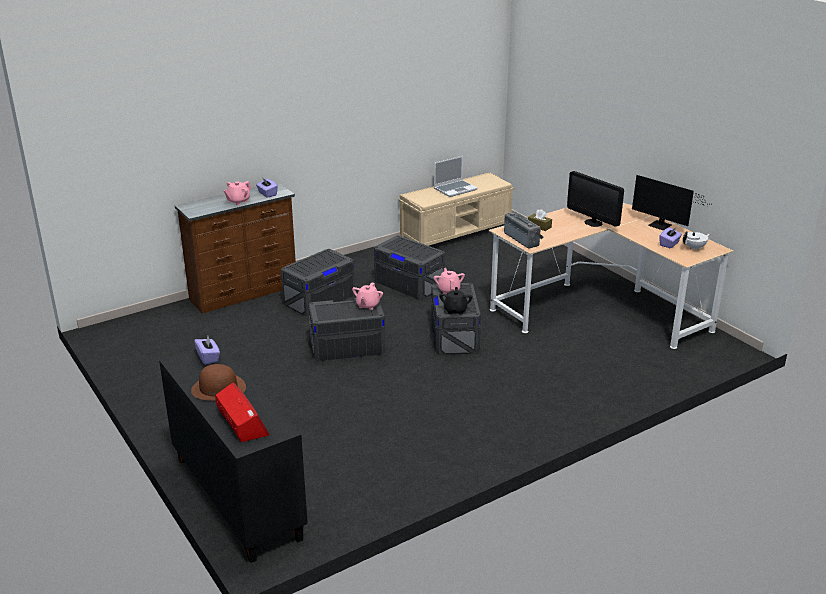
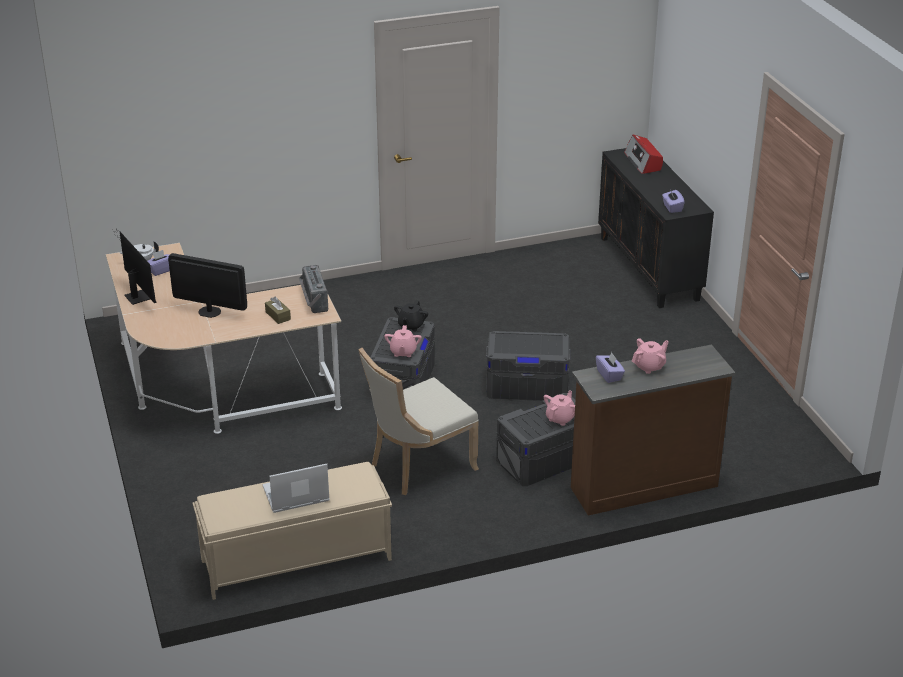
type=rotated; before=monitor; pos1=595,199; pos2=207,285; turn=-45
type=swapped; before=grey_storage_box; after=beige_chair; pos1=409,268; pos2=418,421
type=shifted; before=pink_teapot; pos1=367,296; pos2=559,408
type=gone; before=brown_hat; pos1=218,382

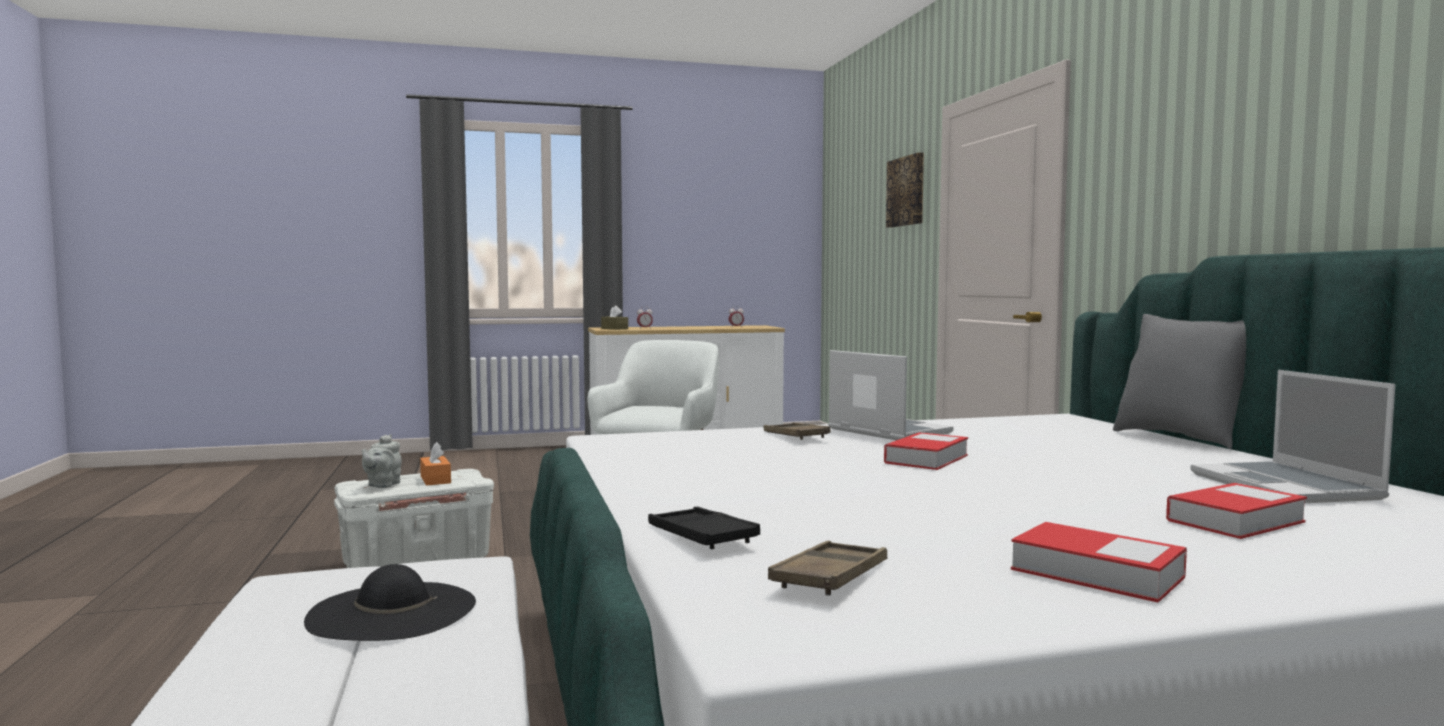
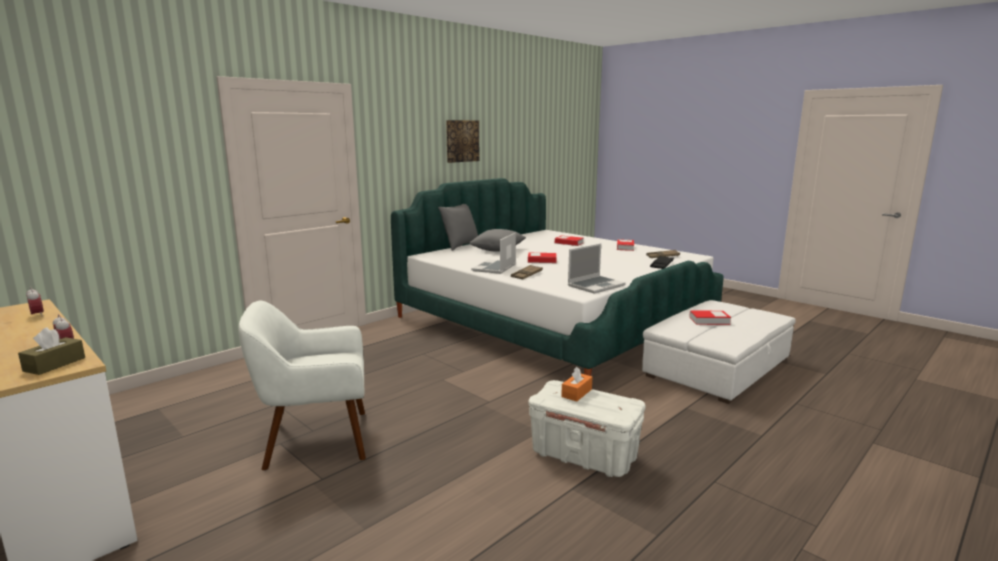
type=shifted; before=picture; pos1=905,190; pos2=462,141
type=new; after=grey_pillow; pos2=497,240
type=shifted; before=laptop; pos1=1293,436; pos2=597,269
type=swapped; before=black_hat; after=book; pos1=390,602; pos2=710,318
type=gone; before=grey_teapot; pos1=382,461

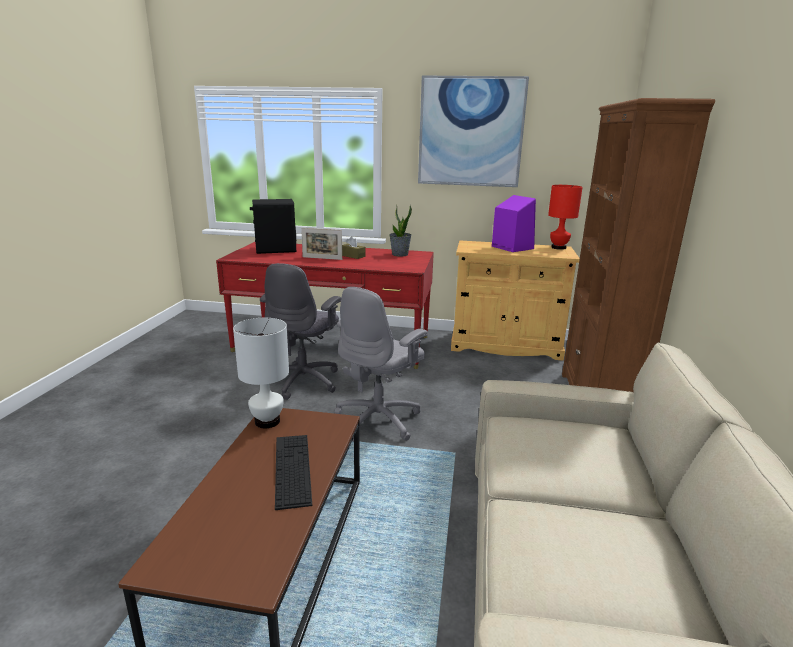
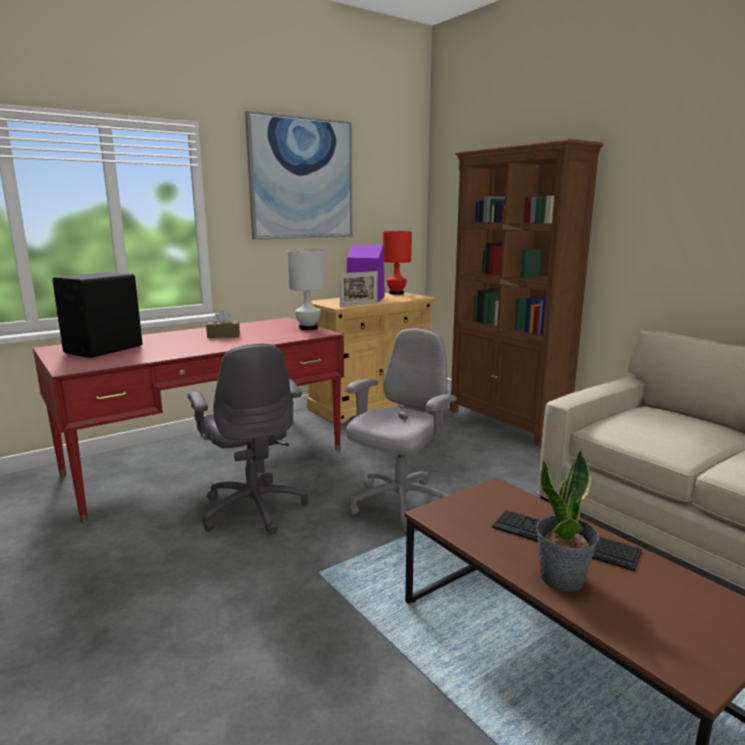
type=shifted; before=white_table_lamp; pos1=261,373; pos2=306,289
type=shifted; before=picture_frame; pos1=321,244; pos2=358,289
type=rotated; before=grey_office_chair; pos1=381,364; pos2=401,430; turn=-135
type=shifted; before=potted_plant; pos1=400,231; pos2=568,520

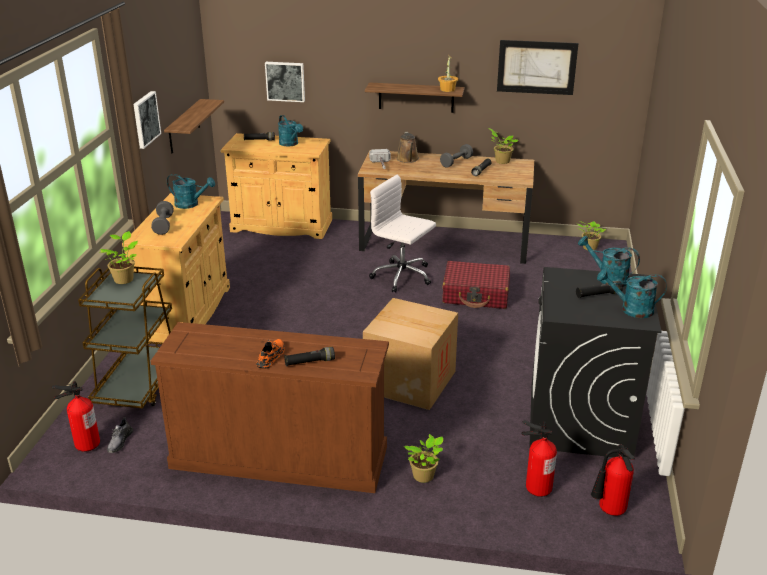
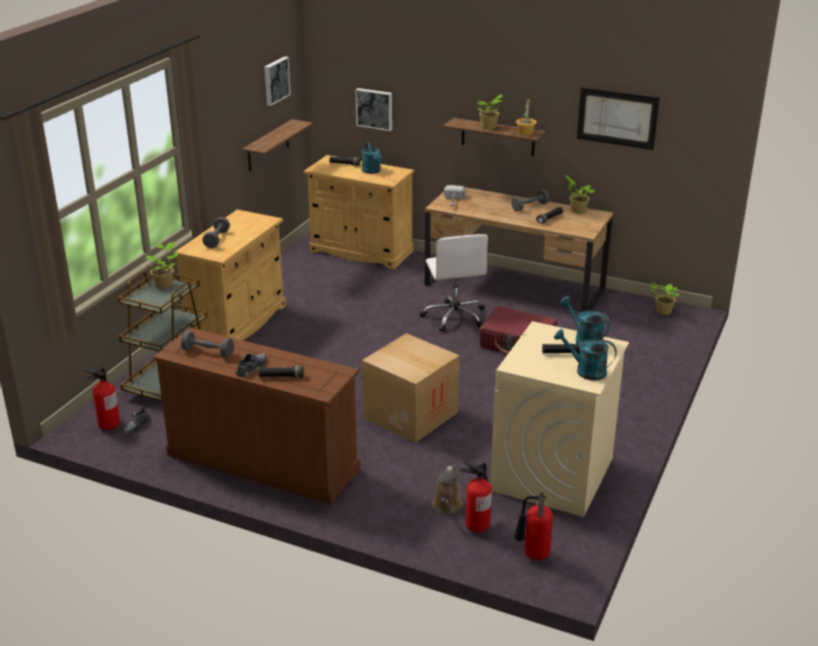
type=new; after=grey_dumbbell; pos2=207,344
type=repainted; before=orange_shoe; after=grey_shoe; pos1=270,354; pos2=251,365
type=shifted; before=picture; pos1=147,120; pos2=277,81
type=rotated; before=white_office_chair; pos1=402,234; pos2=454,283; turn=-150
type=shifted; before=brown_watering_can; pos1=407,147; pos2=447,489
type=shifted; before=potted_plant; pos1=423,458; pos2=490,111
type=repainted; before=black_washing_machine; after=beige_washing_machine; pos1=595,363; pos2=559,419
type=gone; before=turquoise_watering_can; pos1=191,191

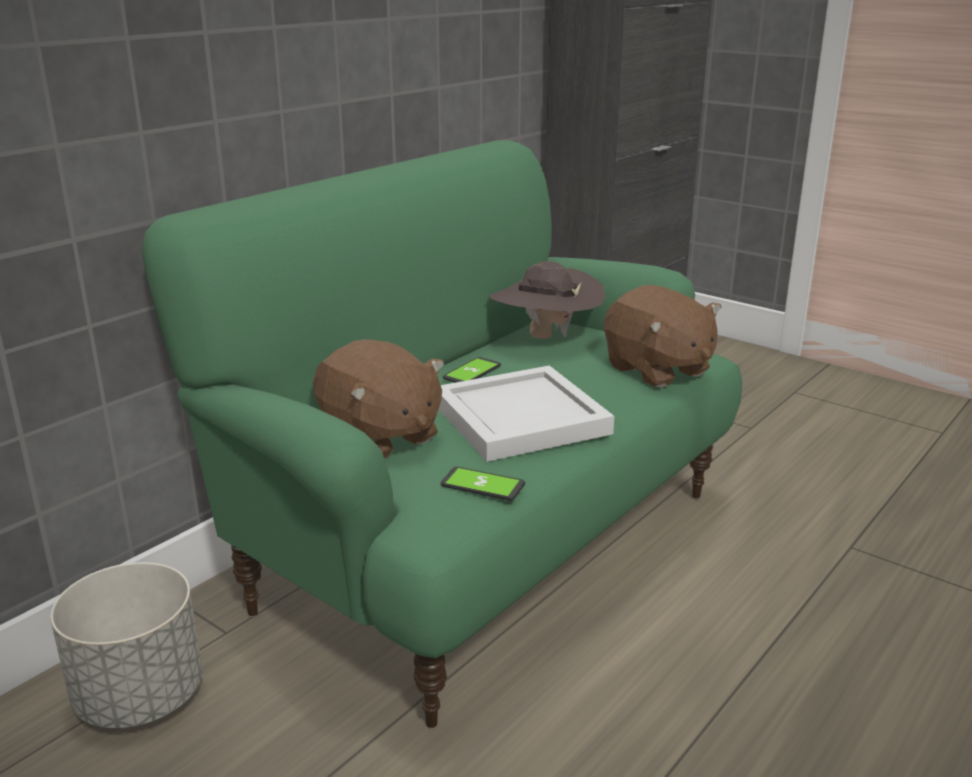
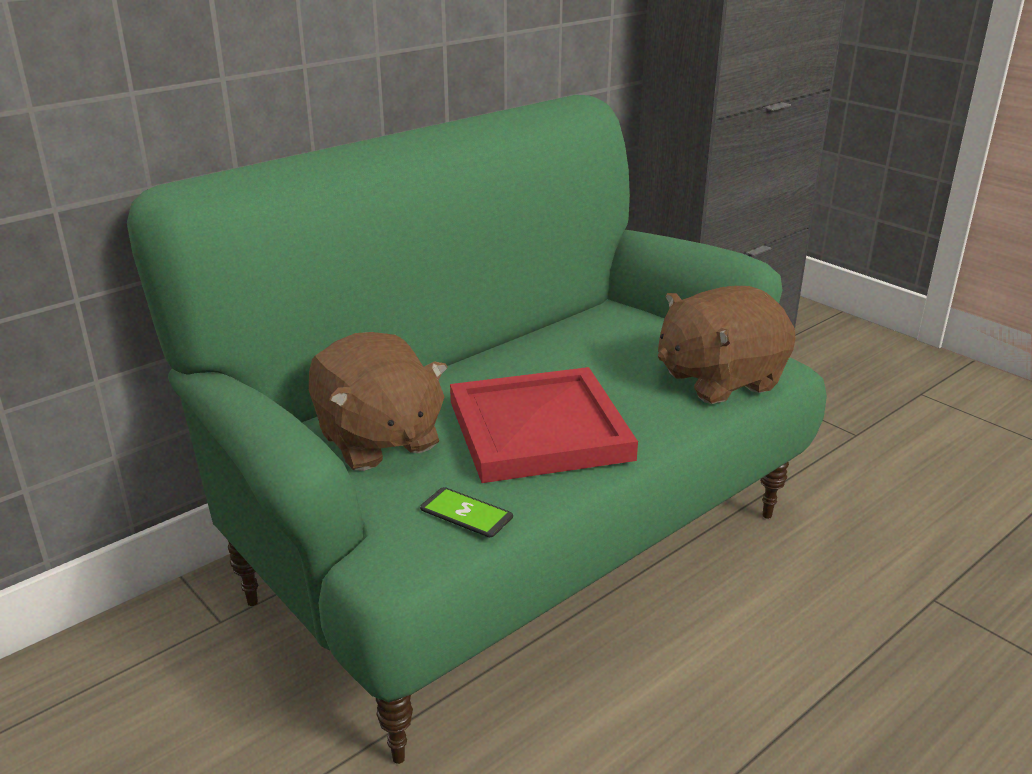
type=repainted; before=white_tray; after=red_tray; pos1=526,414; pos2=544,425
type=rotated; before=brown_plush_toy; pos1=662,336; pos2=727,345; turn=90
type=gone; before=grey_planter; pos1=126,645
type=gone; before=phone; pos1=472,370
type=gone; before=brown_hat; pos1=547,300

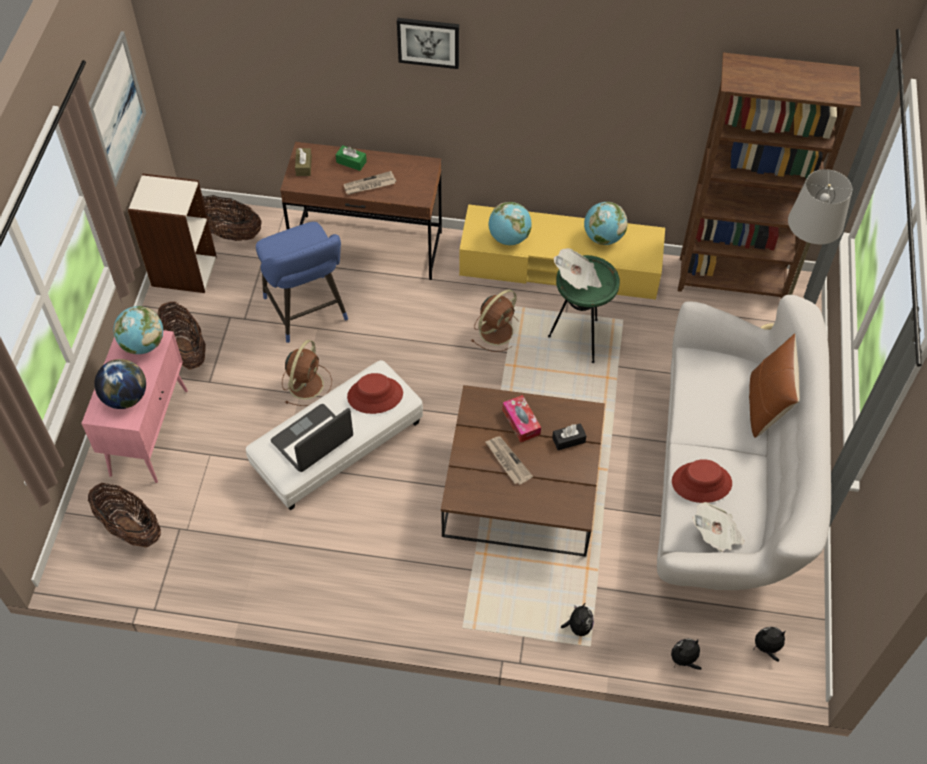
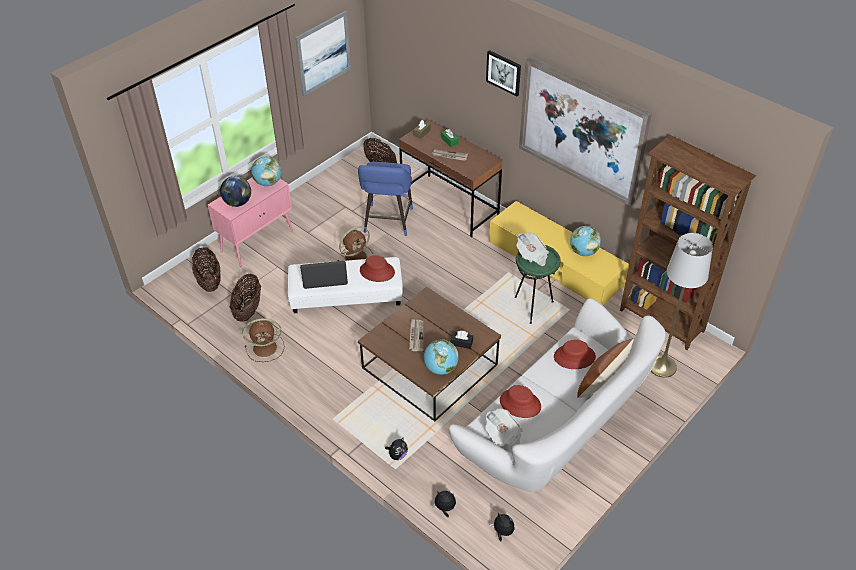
type=shifted; before=basket; pos1=182,336; pos2=245,298
type=shifted; before=brown_fan; pos1=495,321; pos2=263,340
type=shifted; before=globe; pos1=510,223; pos2=441,357
type=new; after=picture; pos2=585,131
type=new; after=red_hat; pos2=575,354
type=gone; before=bookcase; pos1=172,233
type=gone; before=tissue_box; pos1=521,419

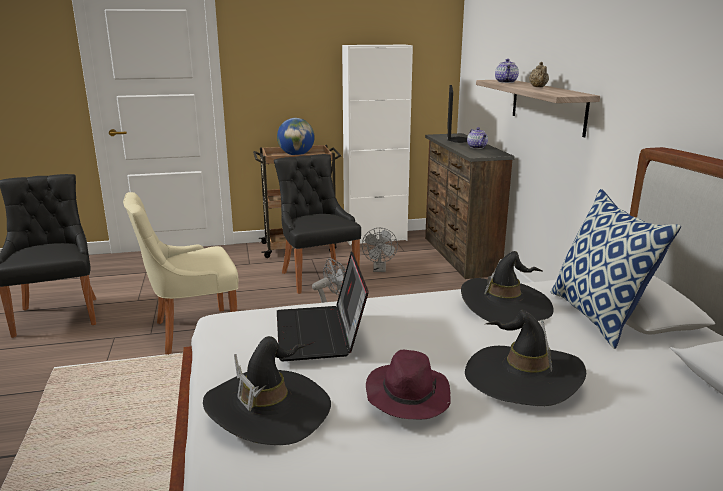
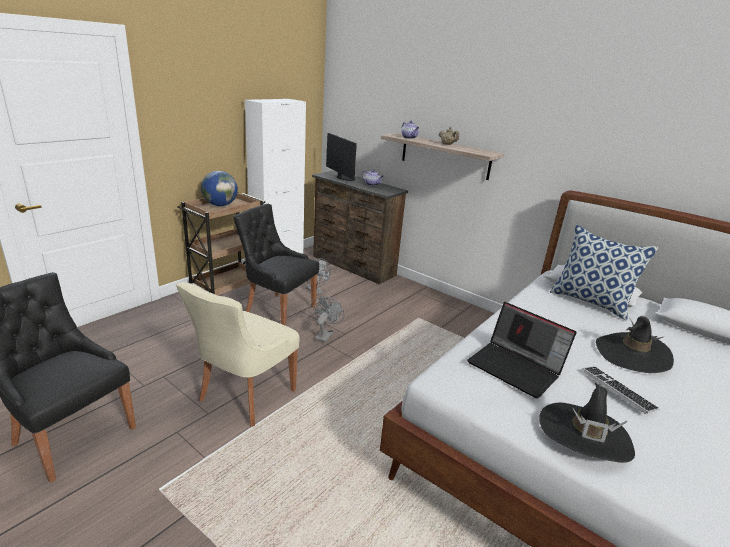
type=swapped; before=purple_hat; after=keyboard; pos1=408,384; pos2=621,390
type=gone; before=black_hat; pos1=507,287

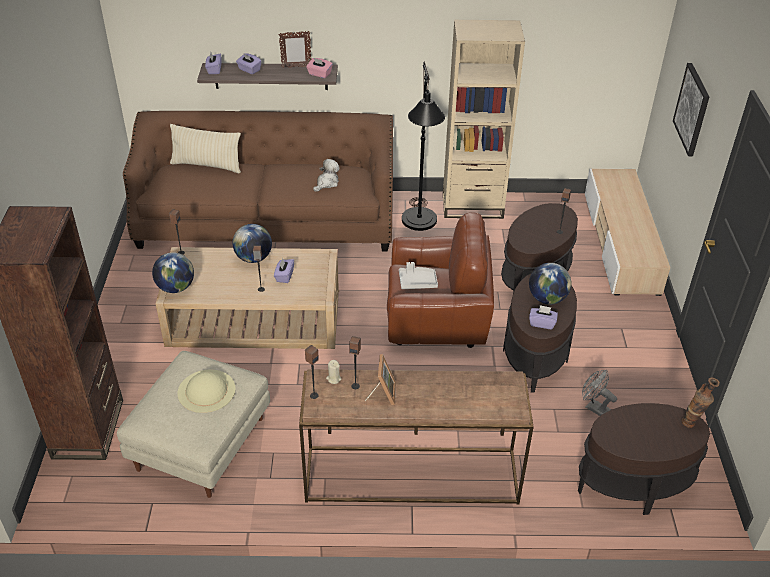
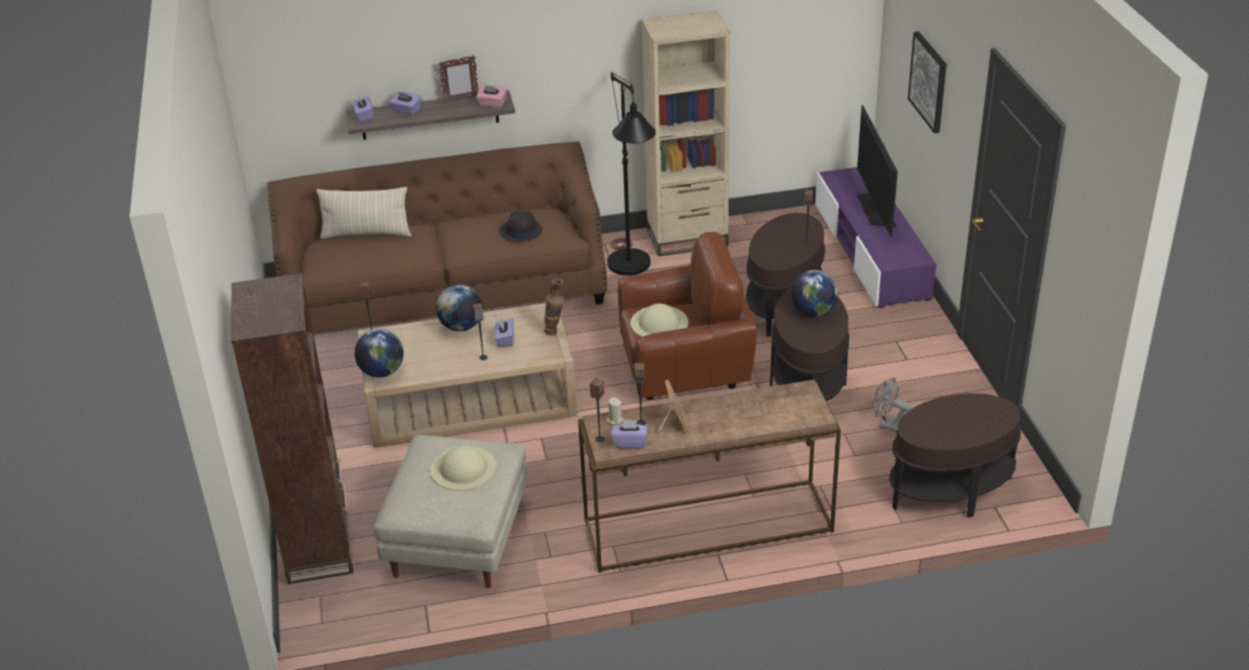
type=swapped; before=plush_toy; after=black_hat; pos1=326,175; pos2=521,226
type=shifted; before=vase; pos1=701,403; pos2=554,307
type=shifted; before=purple_tissue_box; pos1=543,317; pos2=629,434
type=swapped; before=grey_tray; after=beige_hat; pos1=418,275; pos2=659,320
type=repainted; before=beige_tv_stand; after=purple_tv_stand; pos1=627,232; pos2=875,237
type=new; after=television; pos2=877,171

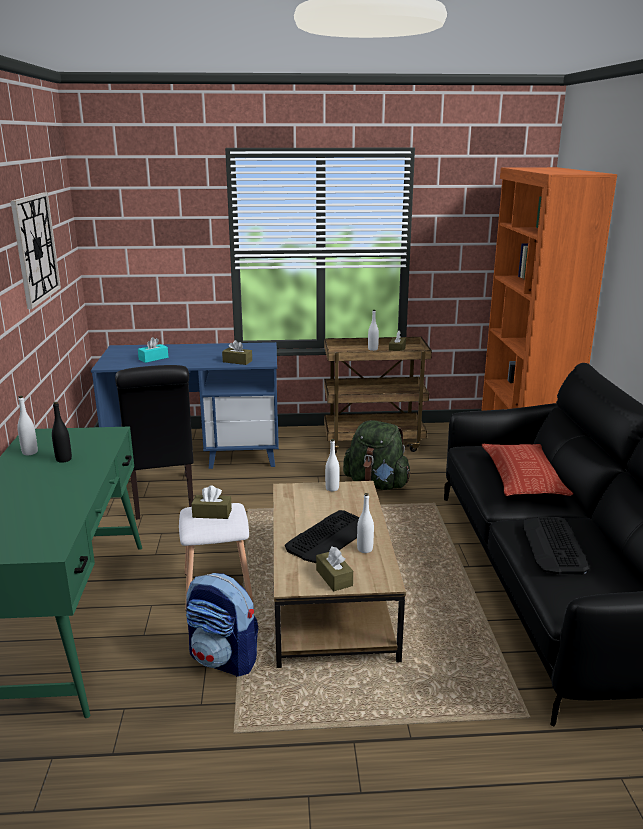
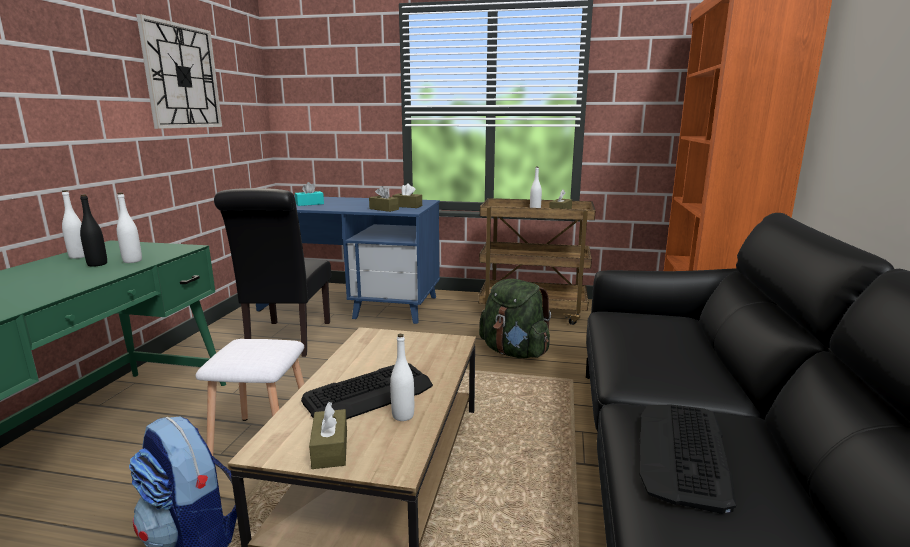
type=shifted; before=white_bottle; pos1=332,465; pos2=129,228
type=shifted; before=brown_tissue_box; pos1=211,502; pos2=407,195
type=gone; before=pillow; pos1=527,470

